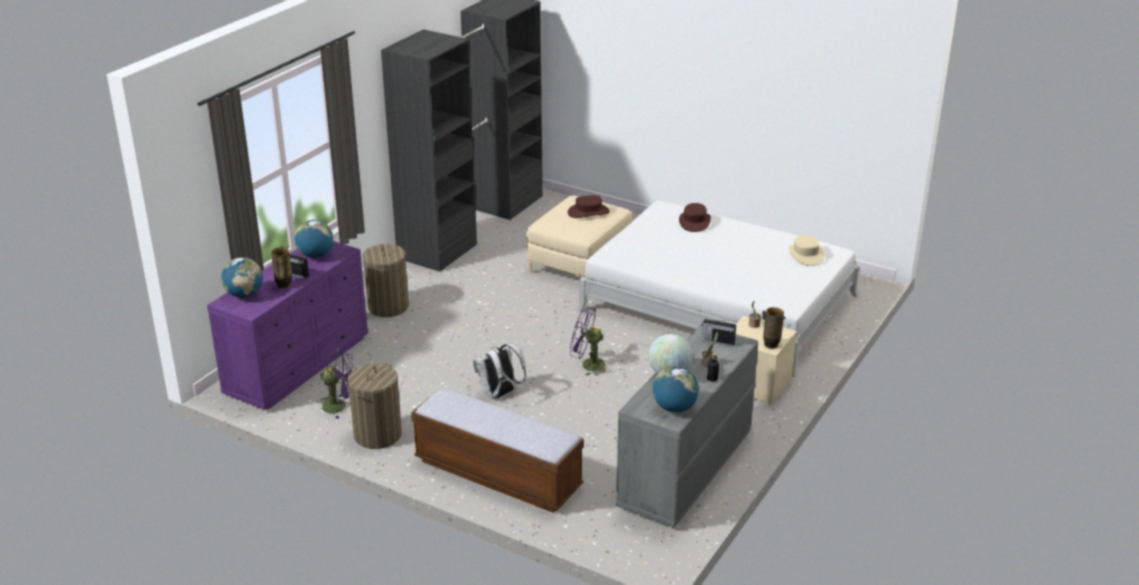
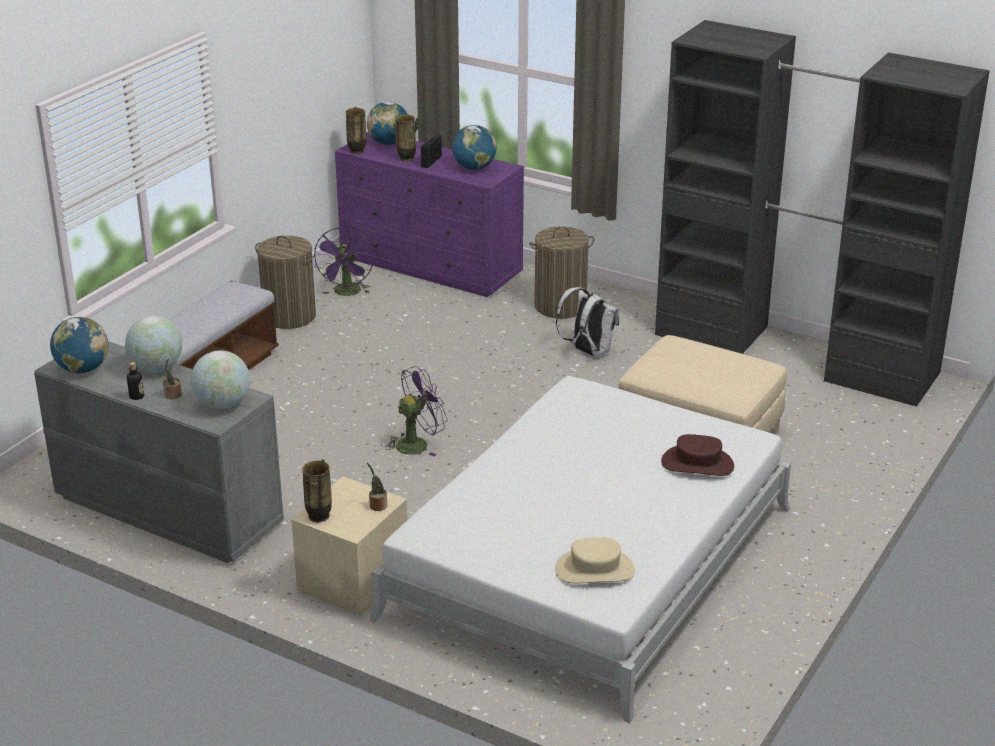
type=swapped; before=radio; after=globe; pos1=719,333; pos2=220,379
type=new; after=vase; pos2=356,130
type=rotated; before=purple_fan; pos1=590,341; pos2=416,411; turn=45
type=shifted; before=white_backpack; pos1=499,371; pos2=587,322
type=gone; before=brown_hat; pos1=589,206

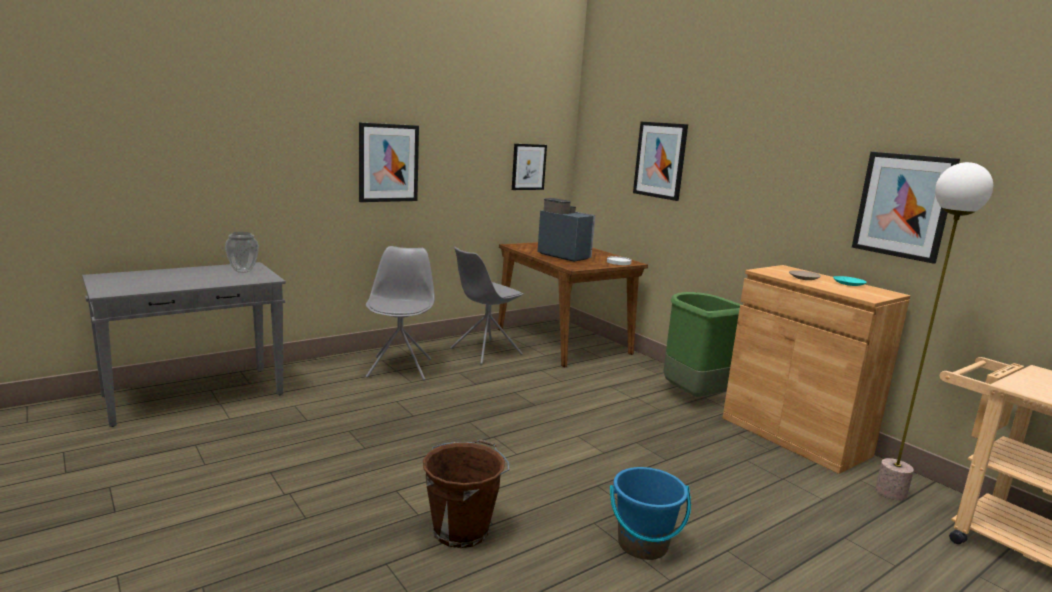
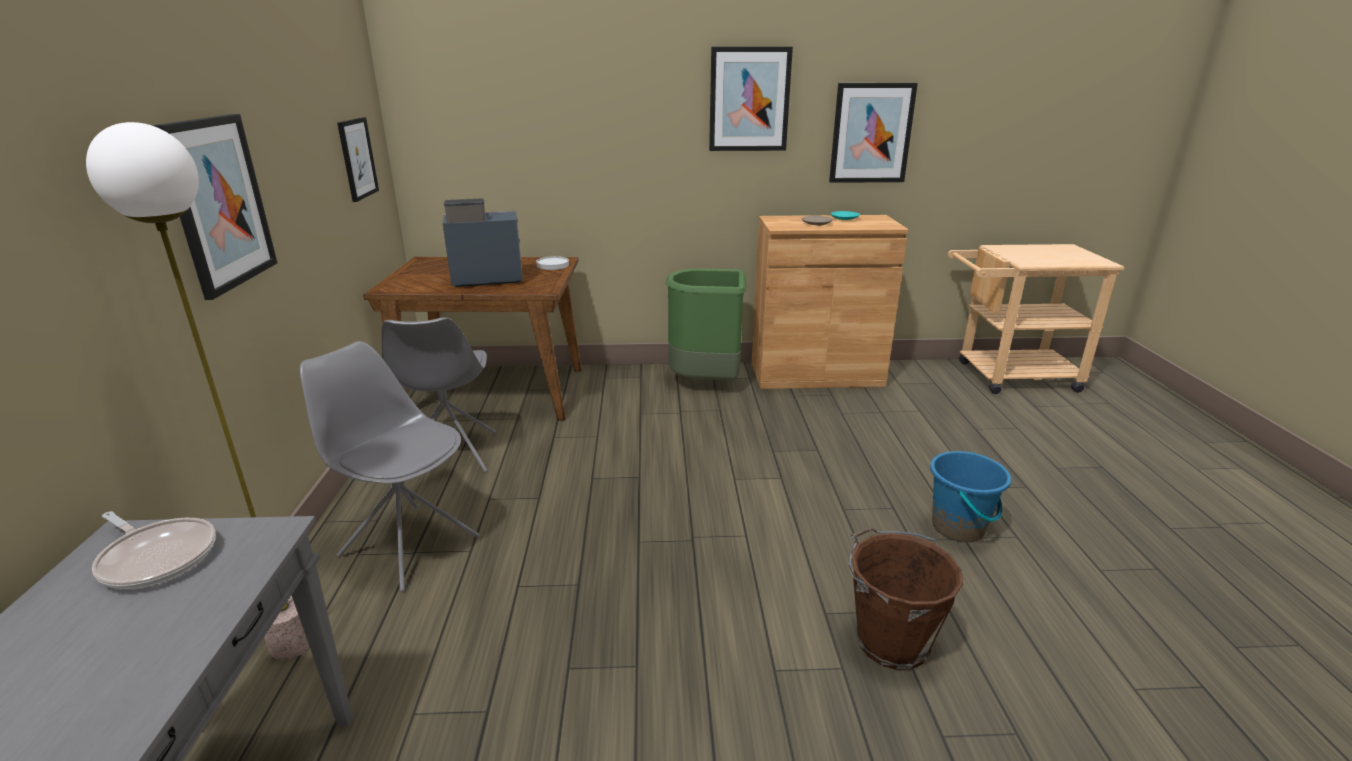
type=shifted; before=floor_lamp; pos1=934,331; pos2=198,391
type=swapped; before=vase; after=frying_pan; pos1=242,252; pos2=154,550
type=shifted; before=picture; pos1=660,161; pos2=751,99

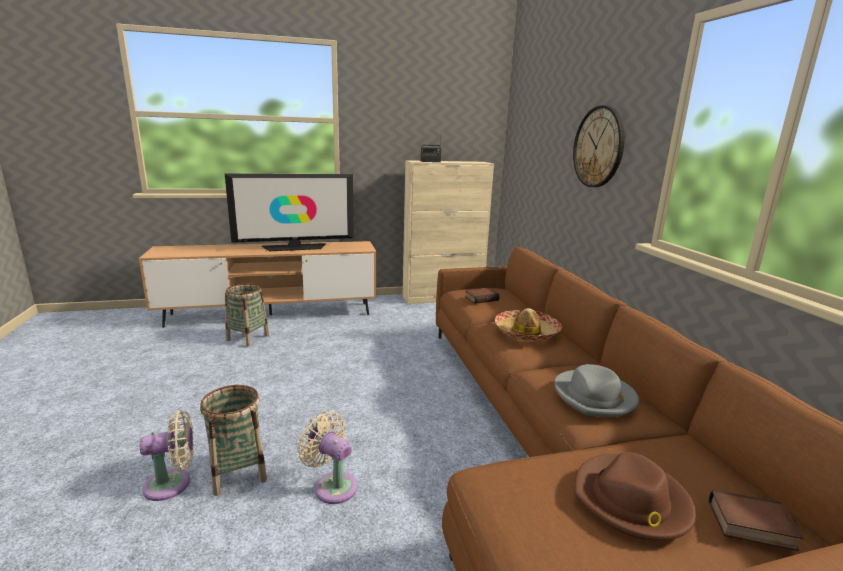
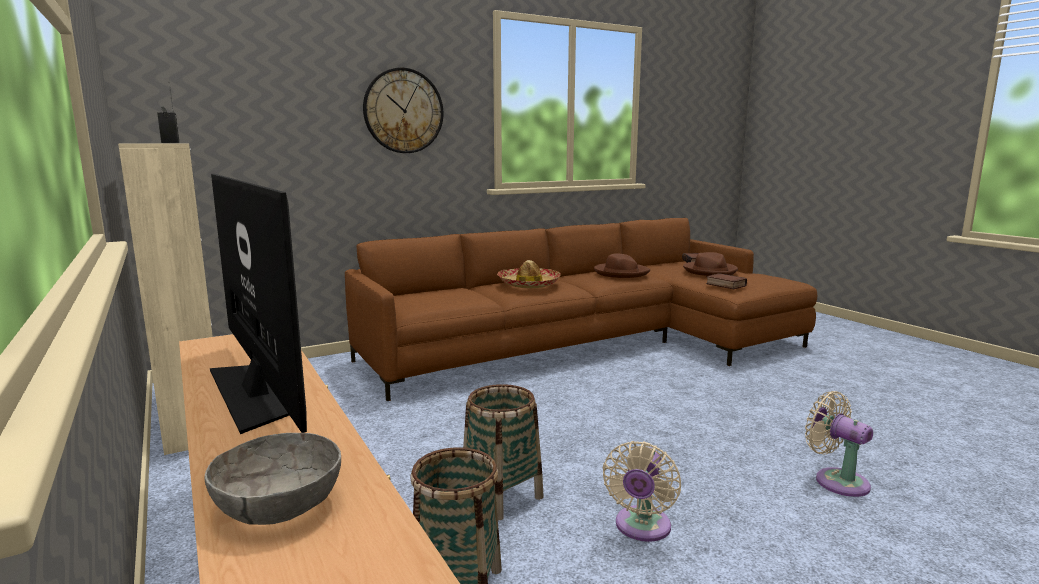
type=new; after=grey_bowl; pos2=273,479
type=shifted; before=basket; pos1=233,440; pos2=503,452
type=repainted; before=grey_hat; after=brown_hat; pos1=597,390; pos2=622,265
type=shifted; before=beige_fan; pos1=327,458; pos2=641,491
type=shifted; before=book; pos1=482,296; pos2=726,281

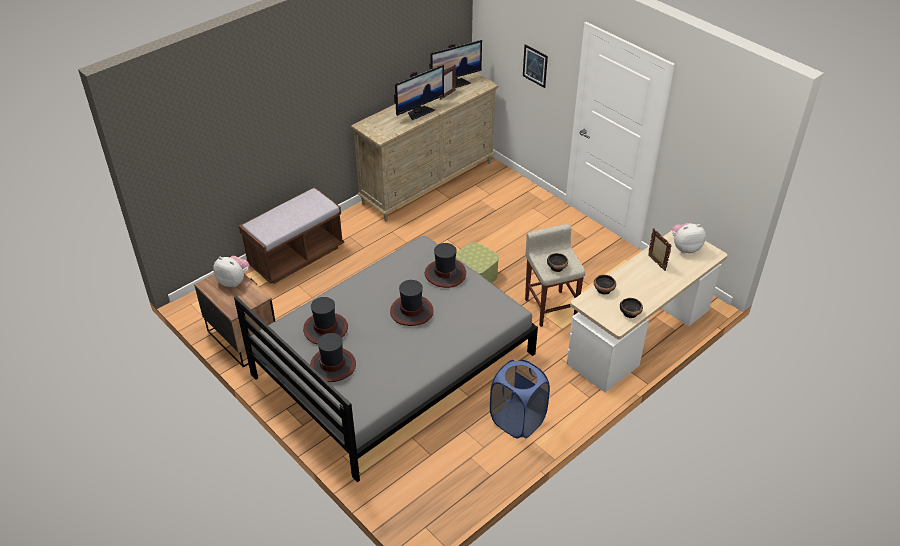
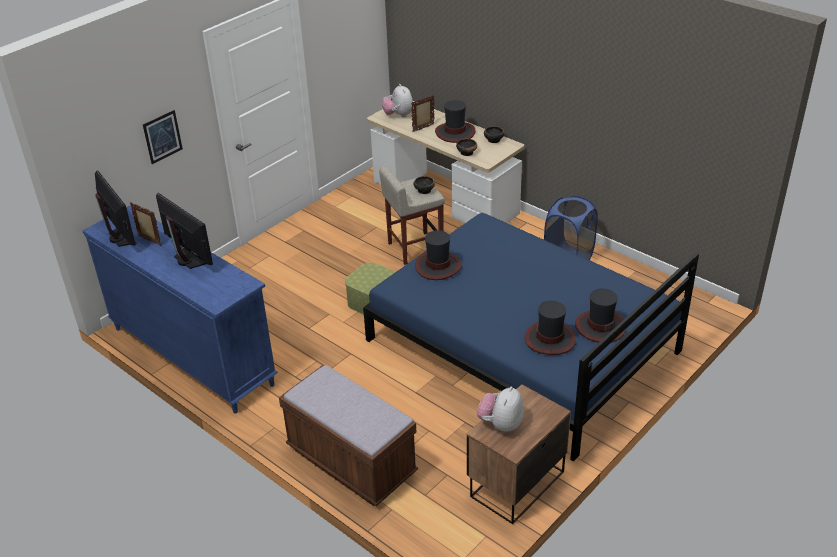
type=repainted; before=beige_dresser; after=blue_dresser; pos1=425,147; pos2=180,309
type=repainted; before=grey_bed; after=blue_bed; pos1=386,359; pos2=531,337
type=shifted; before=hat; pos1=412,303; pos2=455,121

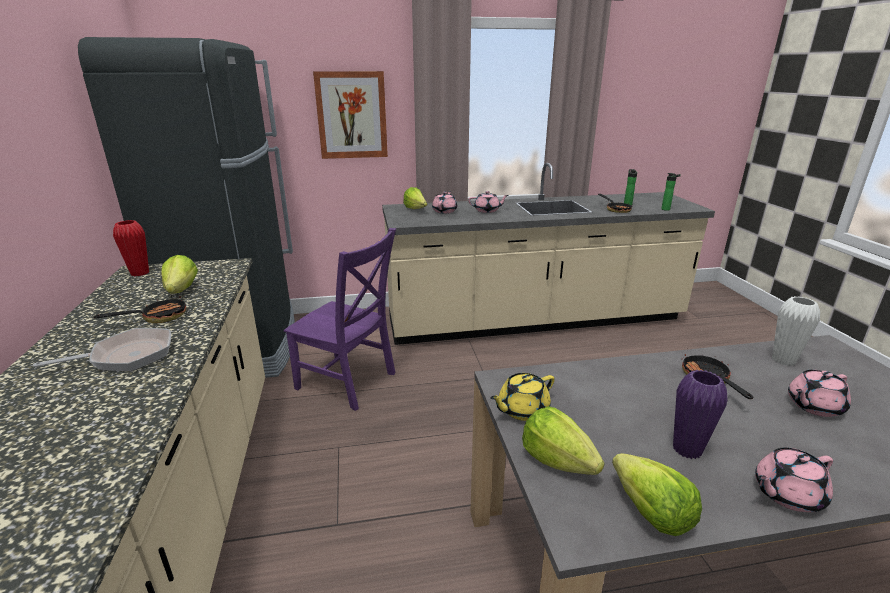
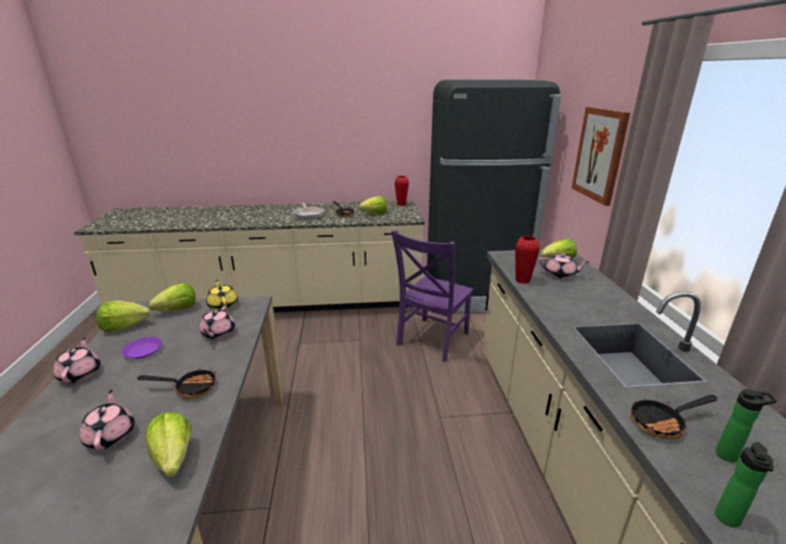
type=swapped; before=purple_vase; after=purple_plate; pos1=700,414; pos2=141,348
type=swapped; before=white_vase; after=lettuce; pos1=796,331; pos2=168,444
type=shifted; before=pink_teapot; pos1=488,202; pos2=217,323
type=new; after=red_vase; pos2=527,260

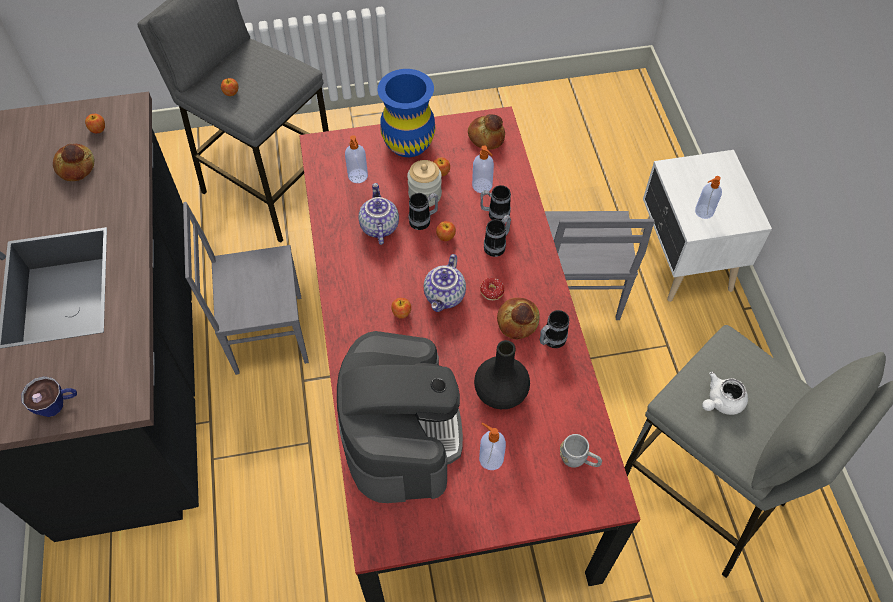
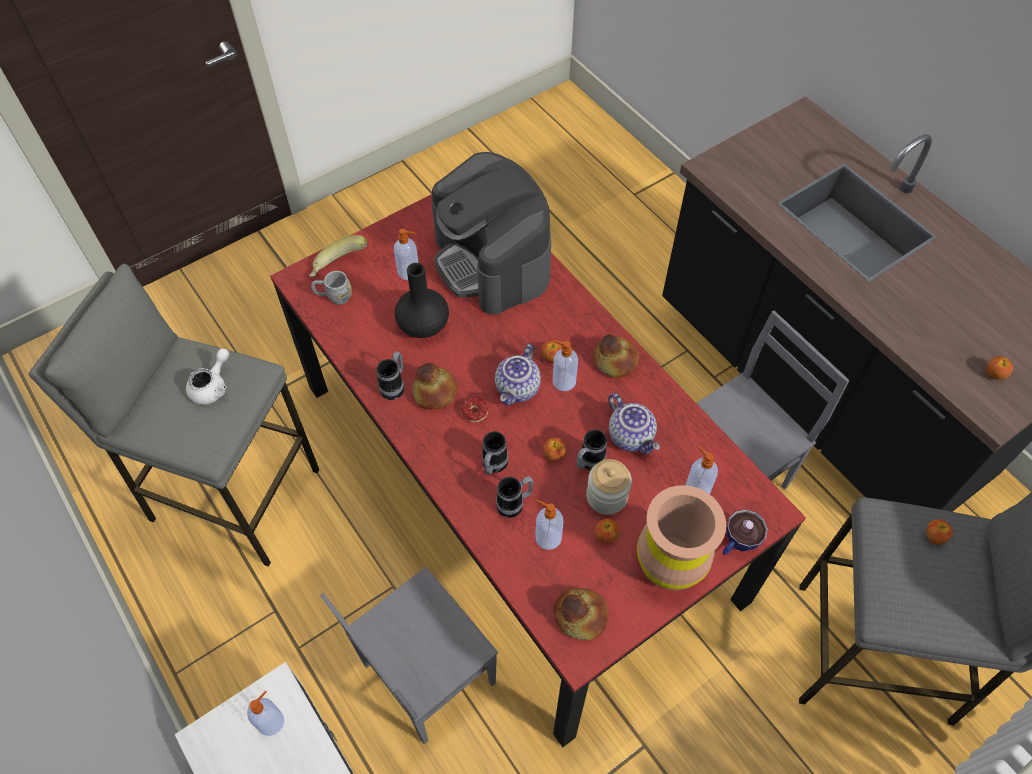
type=new; after=banana; pos2=338,256
type=rotated; before=grey_chair; pos1=600,265; pos2=409,655; turn=-105
type=rotated; before=teapot; pos1=445,283; pos2=518,374; turn=-150
type=new; after=soap_dispenser; pos2=565,365
type=shifted; before=bread; pos1=74,162; pos2=616,356
type=repainted; before=blue_vase; after=brown_vase; pos1=406,113; pos2=681,537
type=shifted; before=cup; pos1=49,396; pos2=745,532

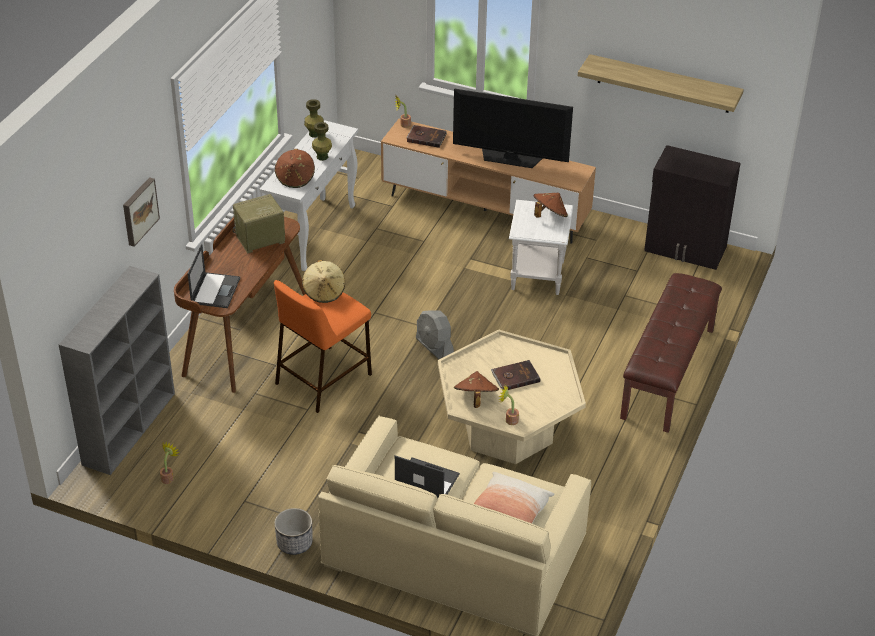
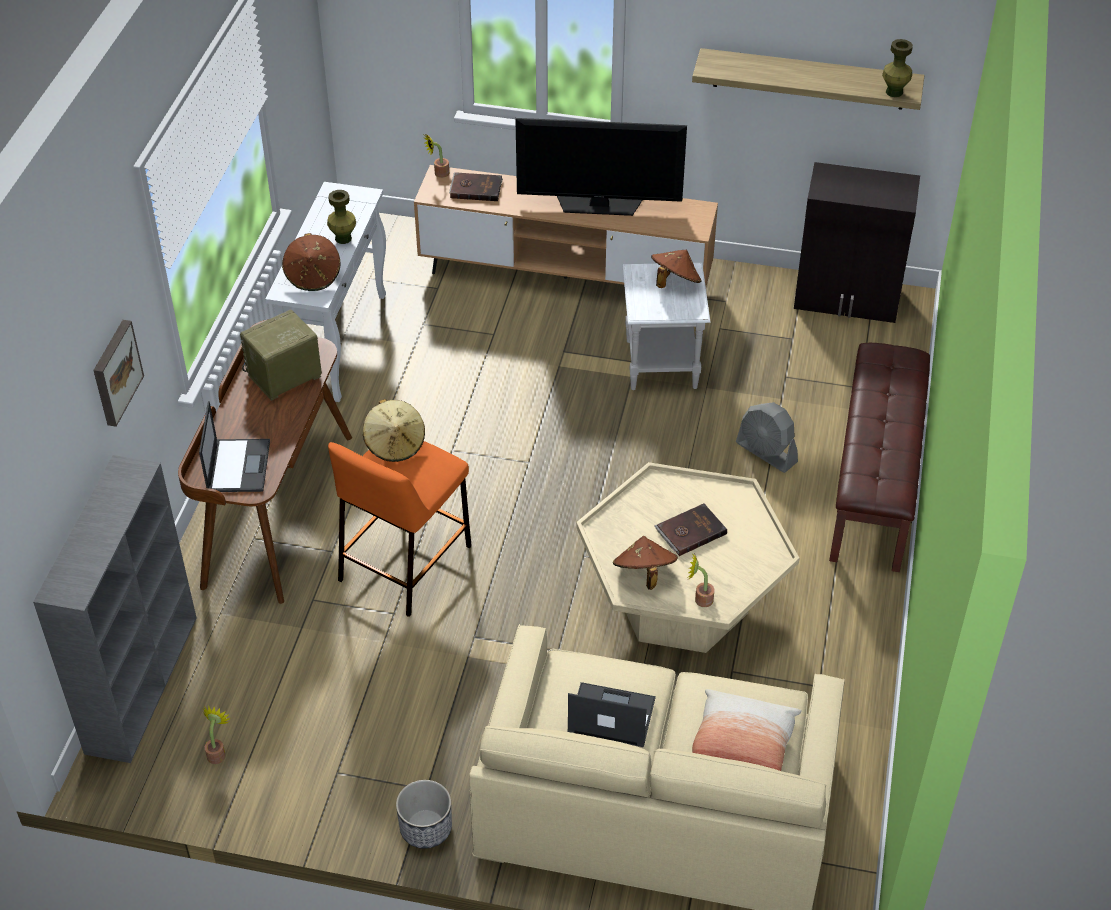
type=shifted; before=grey_fan; pos1=435,334; pos2=767,437
type=shifted; before=green_vase; pos1=314,118; pos2=897,68

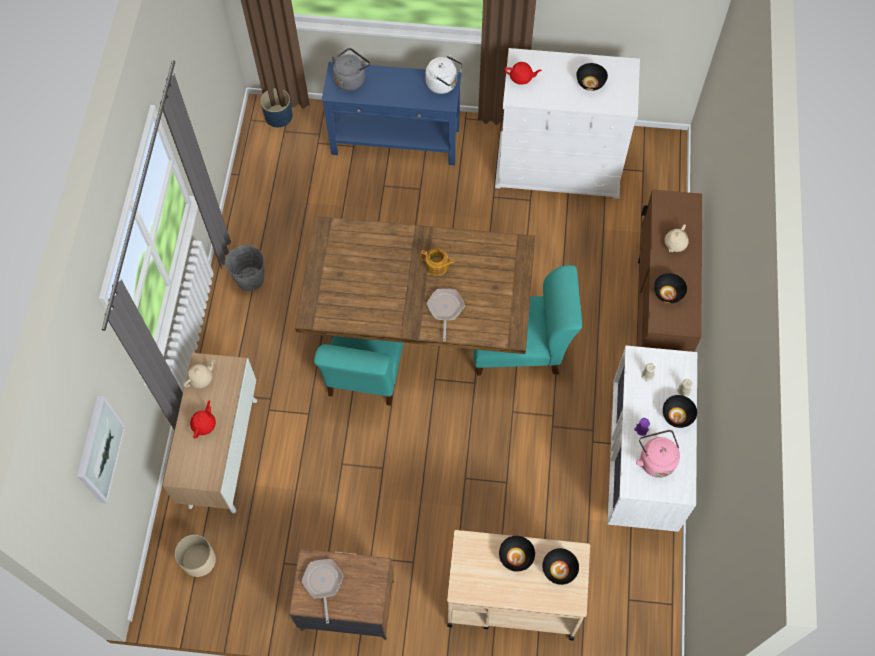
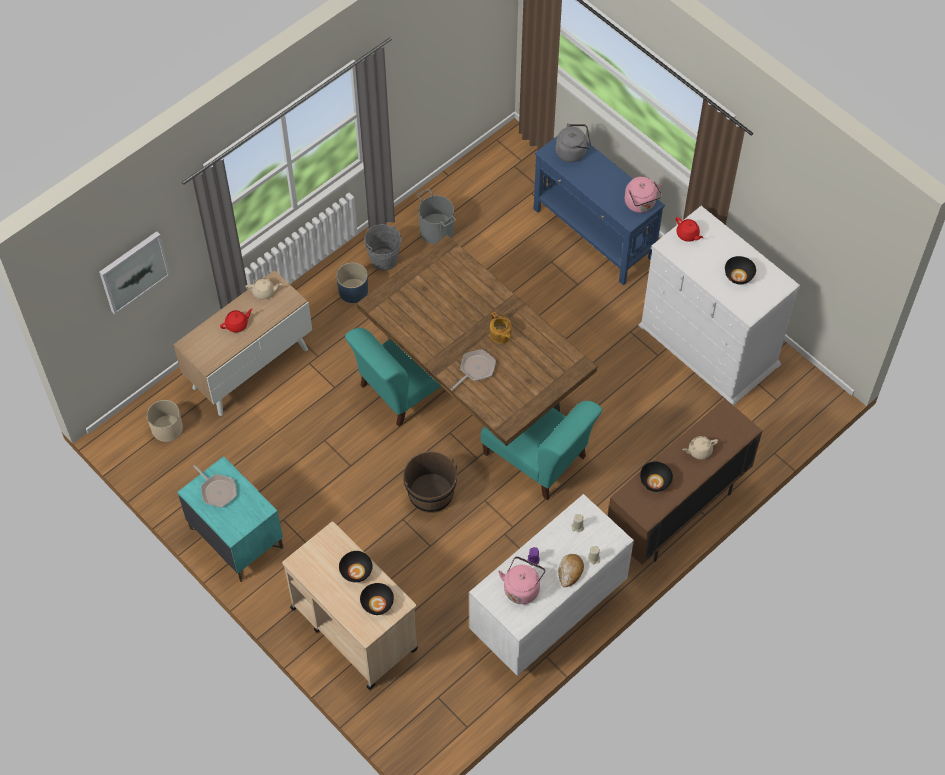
type=repainted; before=brown_nightstand; after=turquoise_nightstand; pos1=341,594; pos2=230,519
type=rotated; before=frying_pan; pos1=322,591; pos2=215,486; turn=105
type=shifted; before=blue_planter; pos1=276,107; pos2=352,282
type=new; after=brown_bucket; pos2=430,482
type=new; after=grey_bucket; pos2=436,216
type=swapped; before=black_bowl; after=bread; pos1=680,411; pos2=571,570
type=repainted; before=white_kettle; after=pink_kettle; pos1=444,74; pos2=643,195

